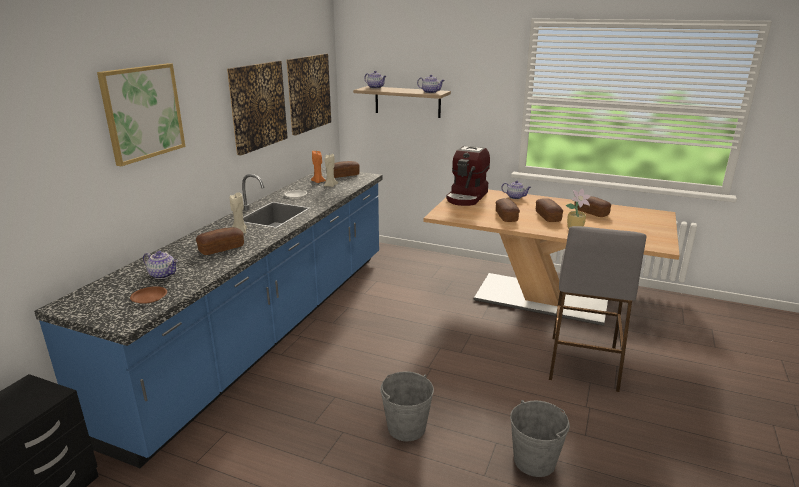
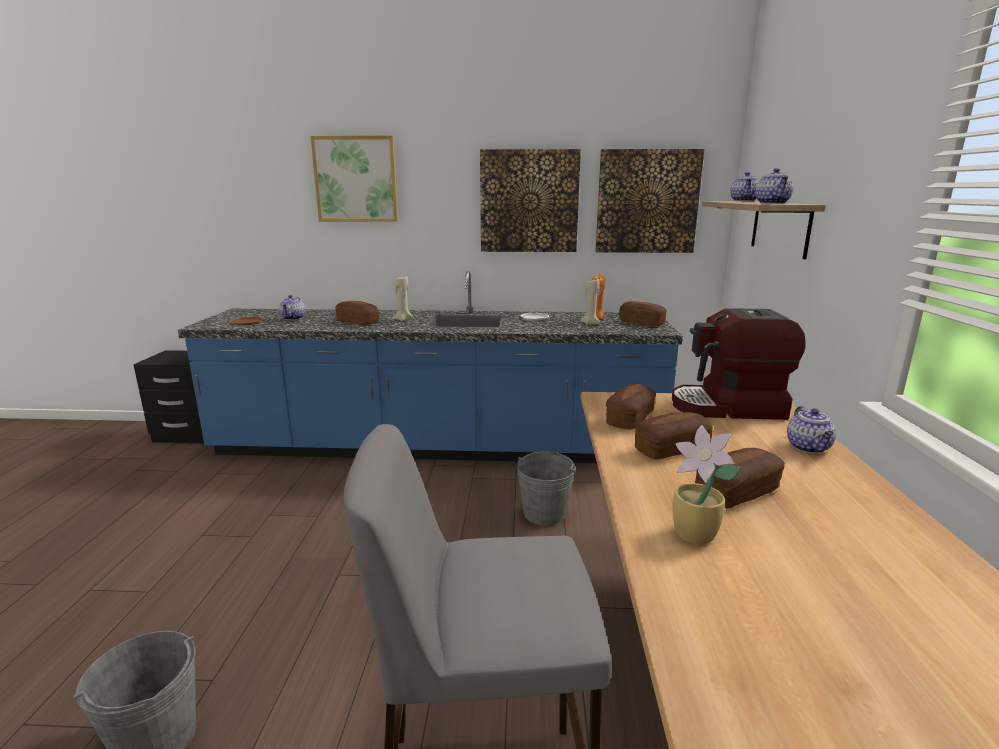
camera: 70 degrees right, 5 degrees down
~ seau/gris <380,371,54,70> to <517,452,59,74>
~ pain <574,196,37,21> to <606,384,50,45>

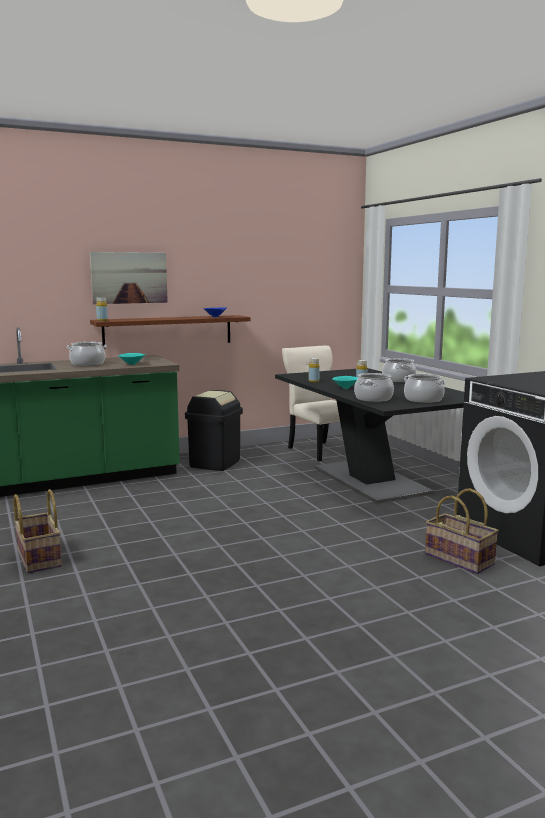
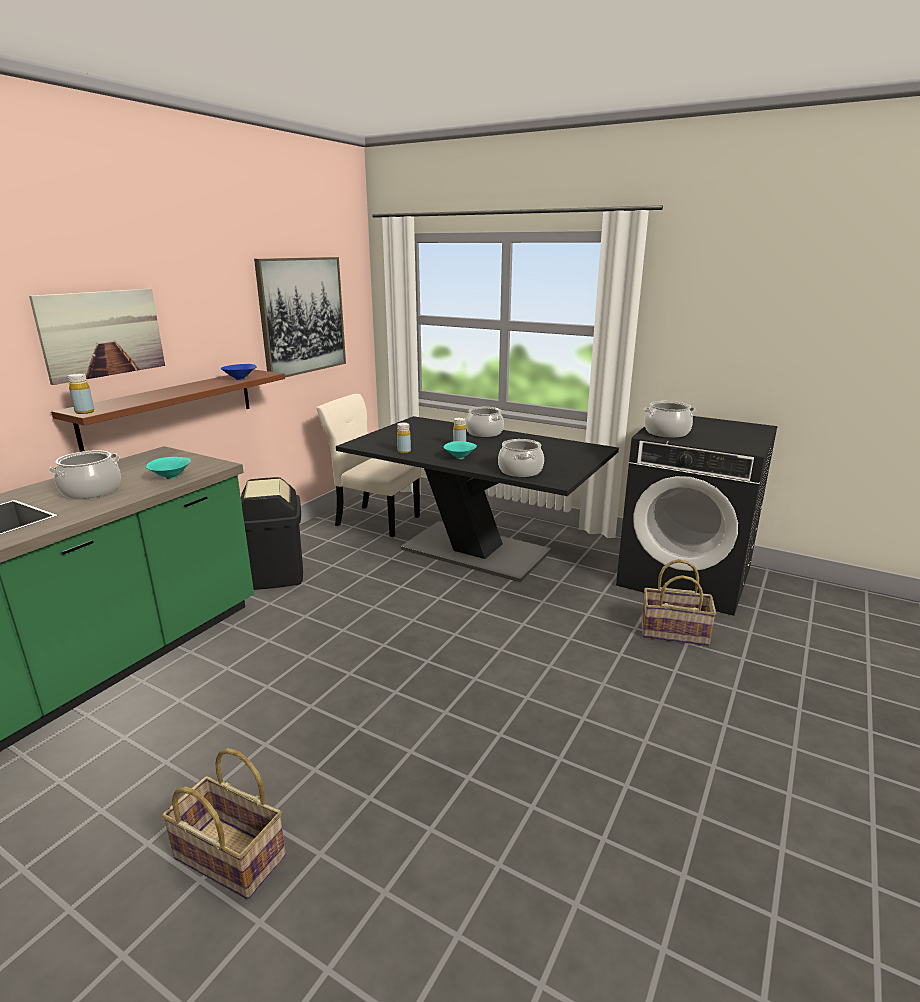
camera: 35 degrees left, 10 degrees up
+ tableau <254,257,92,121>
~ marmite <404,374,42,29> to <643,401,53,37>

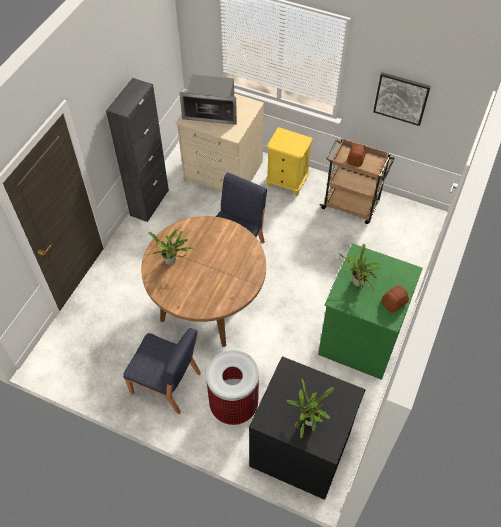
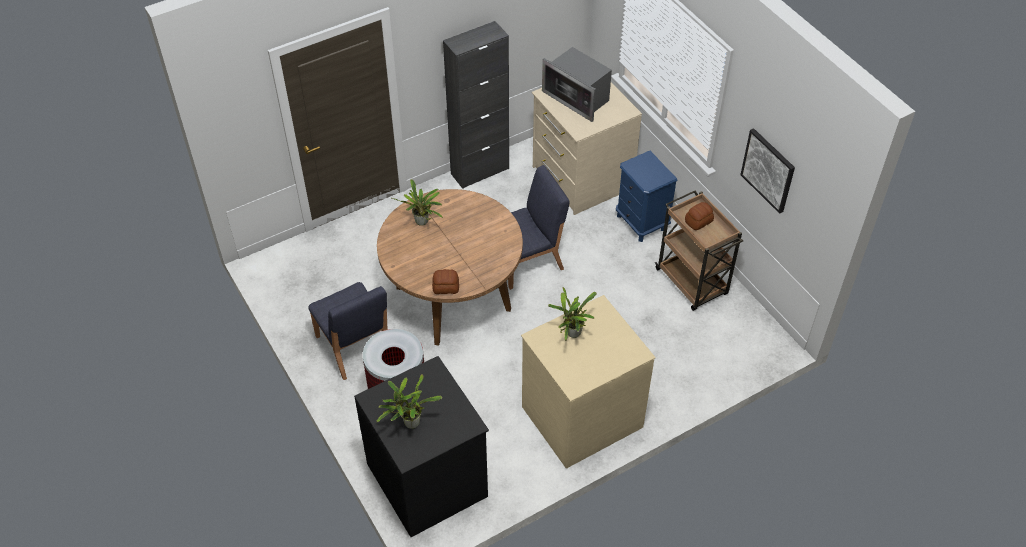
camera: 35 degrees right, 5 degrees down
~ pain <381,286,28,26> to <432,269,27,25>
~ commode/vert <318,243,105,137> to commode/beige <521,295,134,173>
~ table de chevet/jaune <266,127,47,69> to table de chevet/bleu <616,151,62,91>

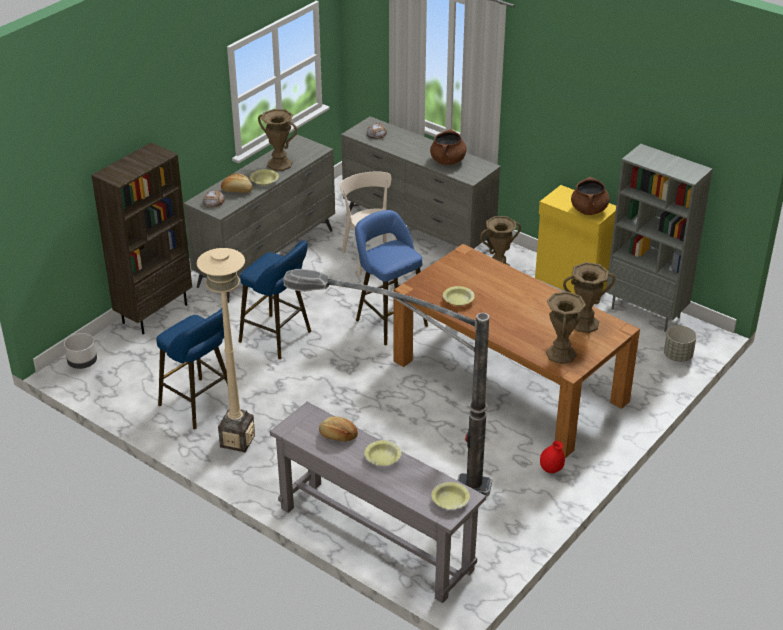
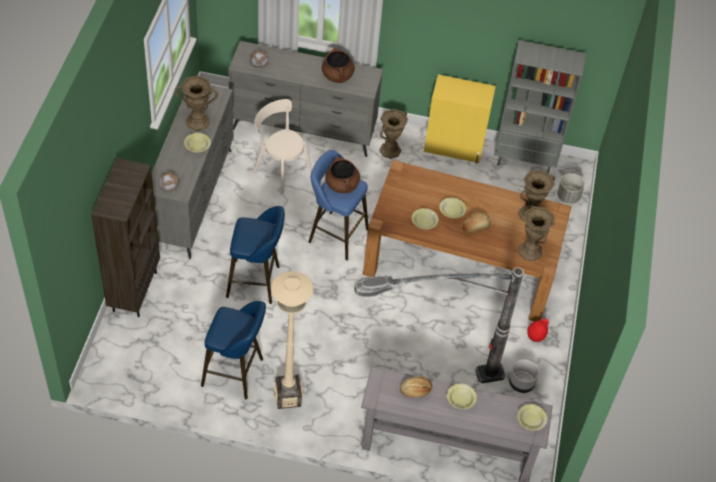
camera: 30 degrees left, 15 degrees up
~ marmite/marron <571,177,39,38> to <325,157,35,36>
+ bol/jaune <439,197,27,21>
~ pain <221,174,32,19> to <462,213,29,20>
~ cache-pot/gris <64,333,33,36> to <509,359,30,34>

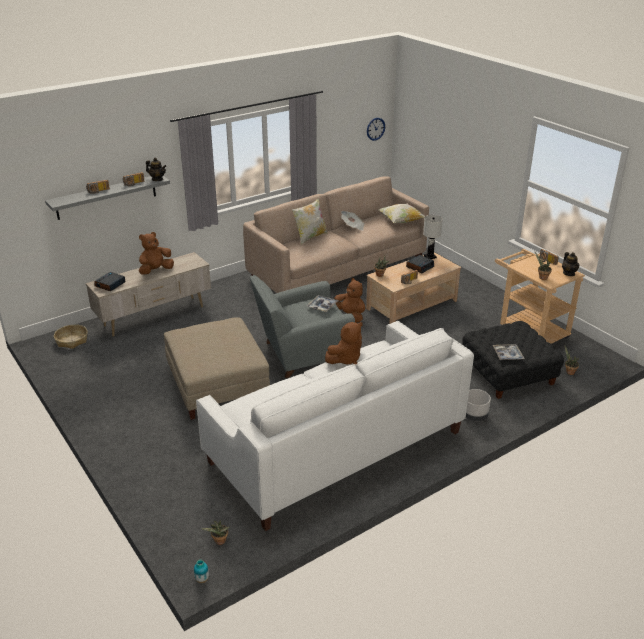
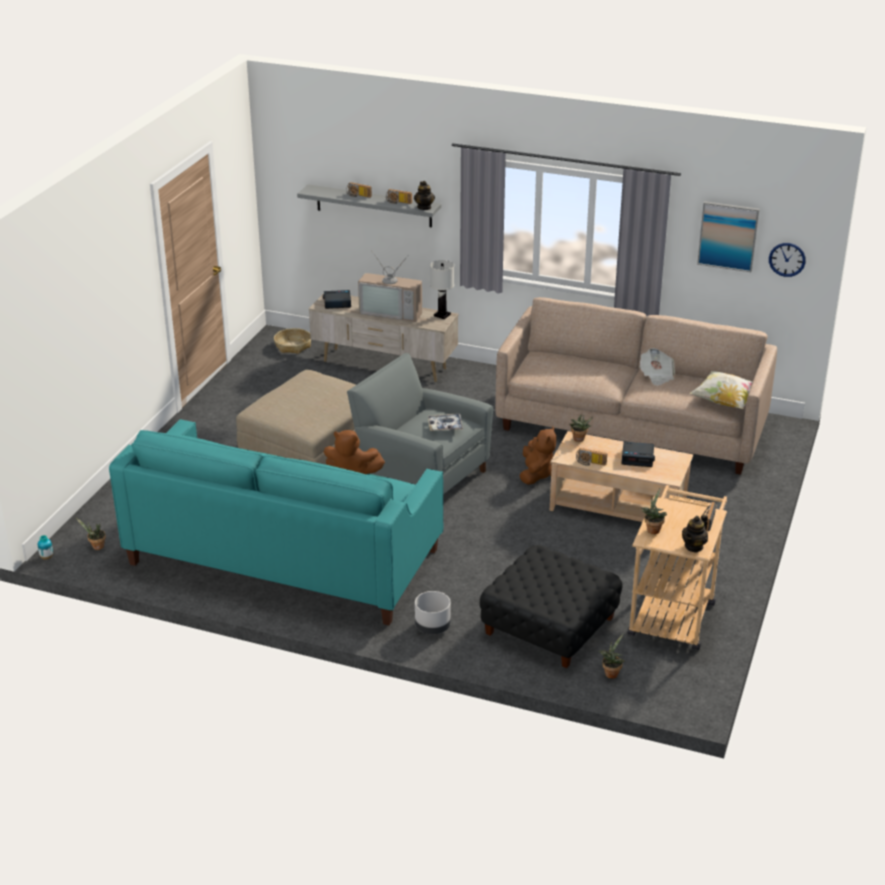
camera: 55 degrees right, 0 degrees up
~ canapé/blanc <196,321,278,210> to canapé/turquoise <109,419,334,206>
~ peluche/marron <139,232,35,43> to téléviseur <358,250,64,72>
~ lampe de table/blanc <423,215,20,44> to <430,260,24,59>
+ tableau <697,201,62,71>
- coussin <292,198,36,47>
- plateau <493,344,32,16>

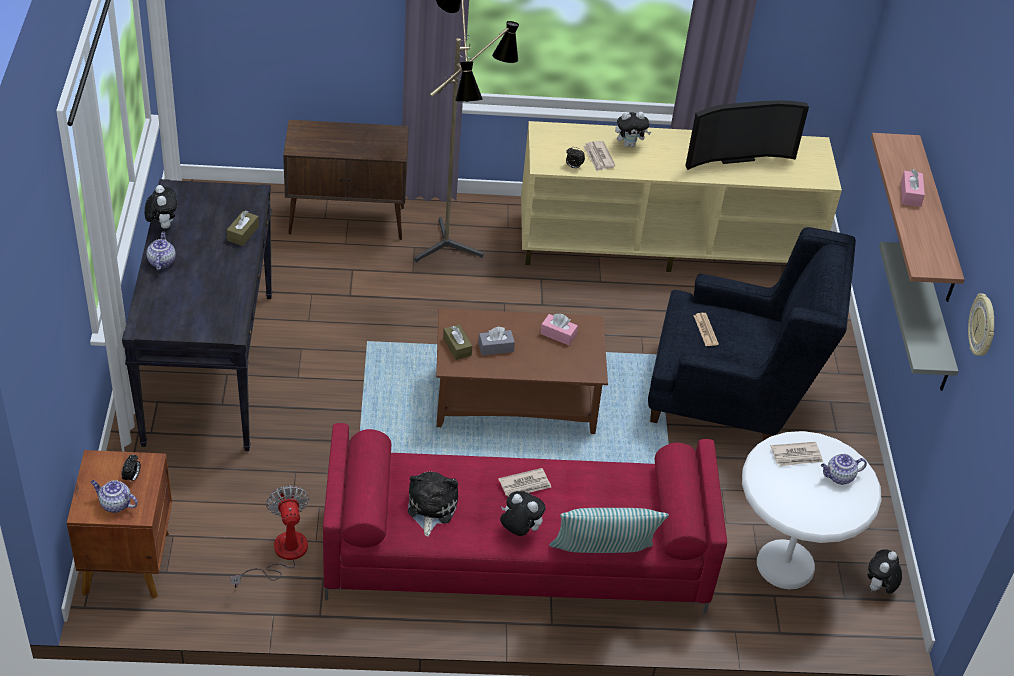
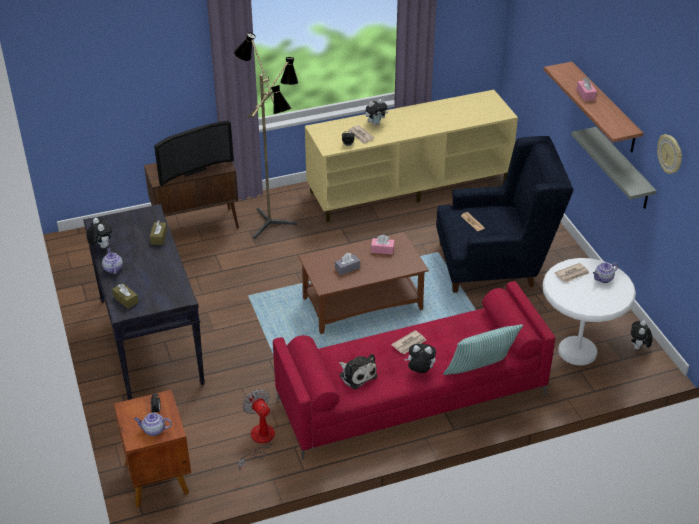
camera: 15 degrees left, 5 degrees down
~ boîte à mouchoirs/marron <443,324,29,36> to <112,283,27,26>
~ téléviseur <685,101,124,69> to <154,121,80,65>
~ peluche <408,471,50,66> = <339,354,39,35> 150 degrees clockwise

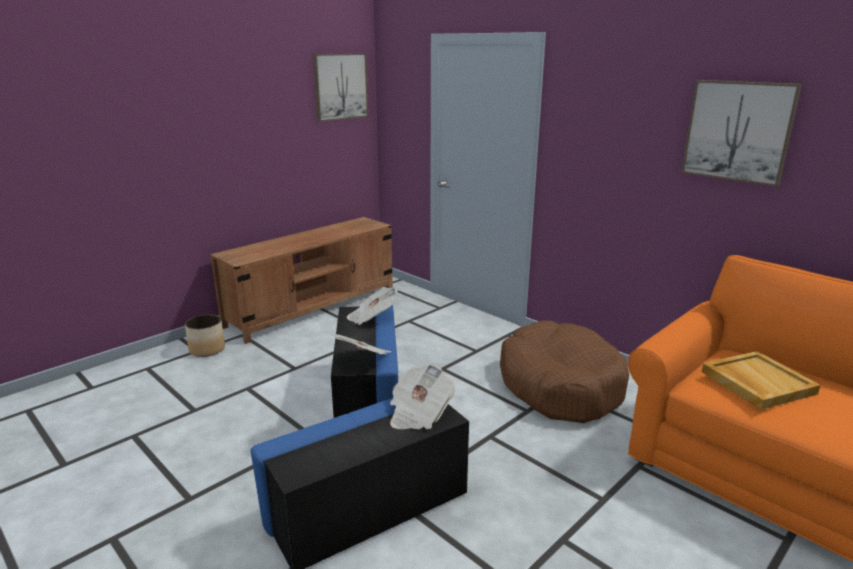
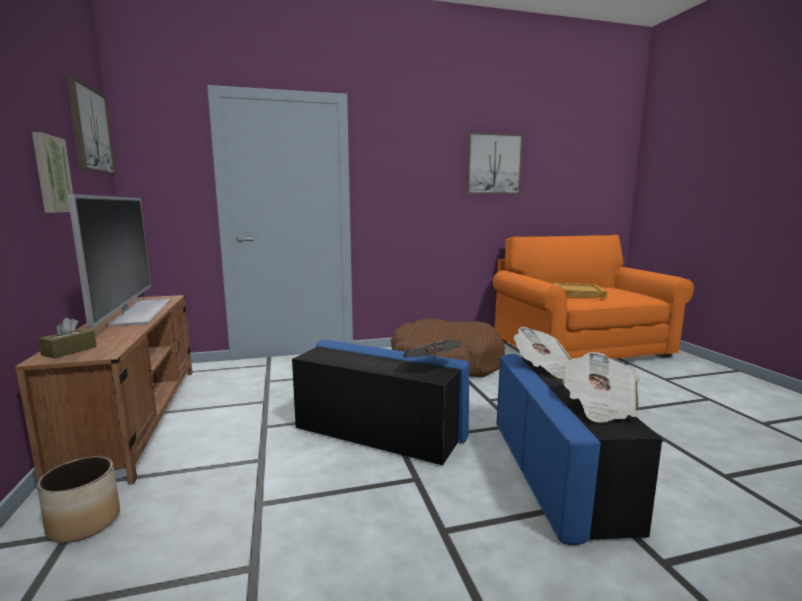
camera: 60 degrees left, 10 degrees down
+ tableau <32,132,41,81>
+ boîte à mouchoirs/marron <38,318,59,41>
+ téléviseur <68,194,103,134>
~ journal <347,287,51,38> to <562,352,79,70>

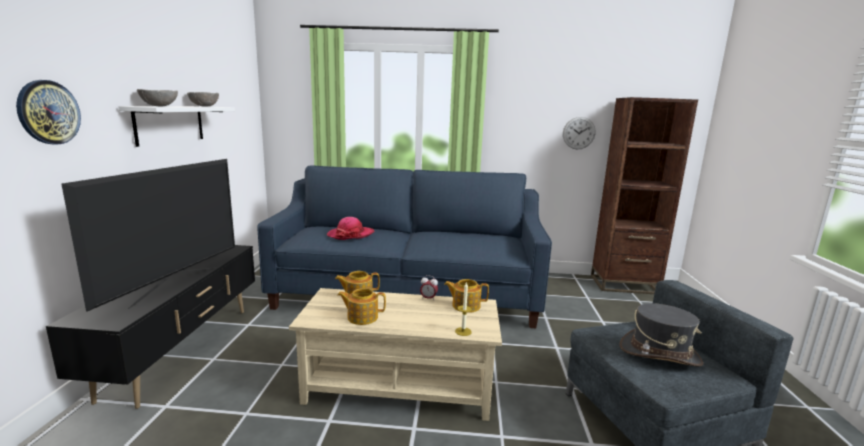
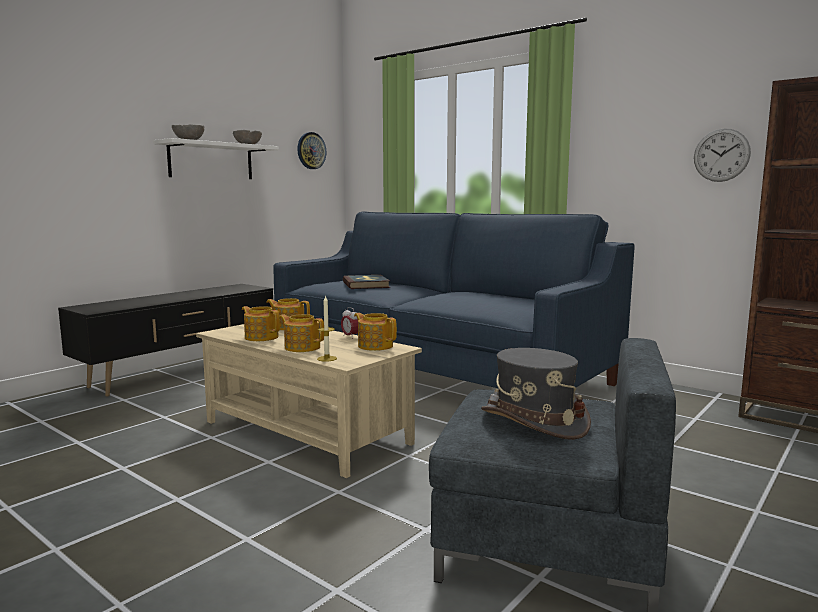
camera: 35 degrees right, 5 degrees down
+ théière <279,314,45,38>
~ horloge murale <16,80,65,65> to <297,132,29,37>
~ chapeau <327,217,47,23> to livre <343,275,47,14>
- téléviseur <61,159,174,153>

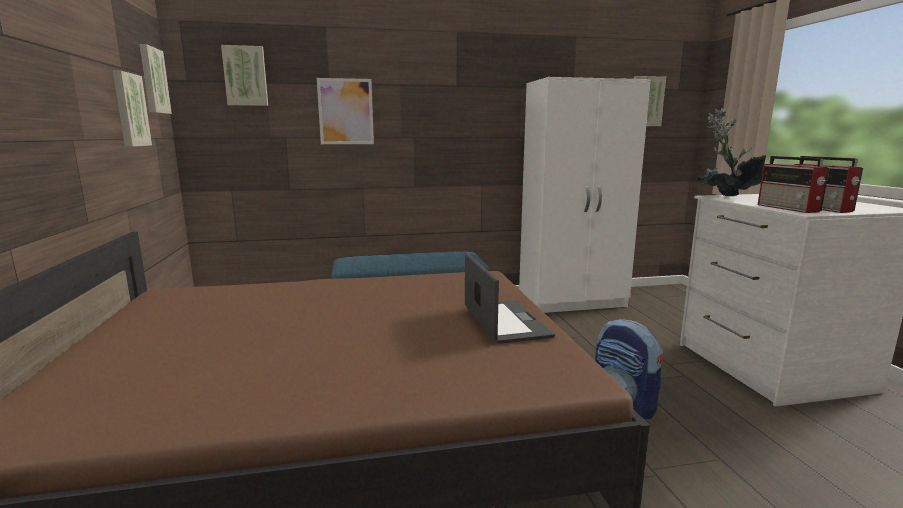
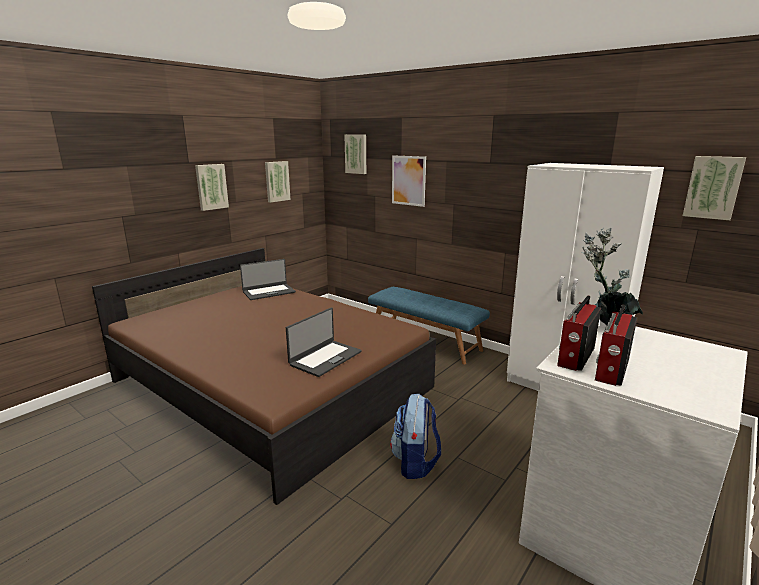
camera: 50 degrees right, 5 degrees up
~ tableau <140,44,32,70> to <195,164,34,47>
+ ordinateur portable <240,259,56,41>

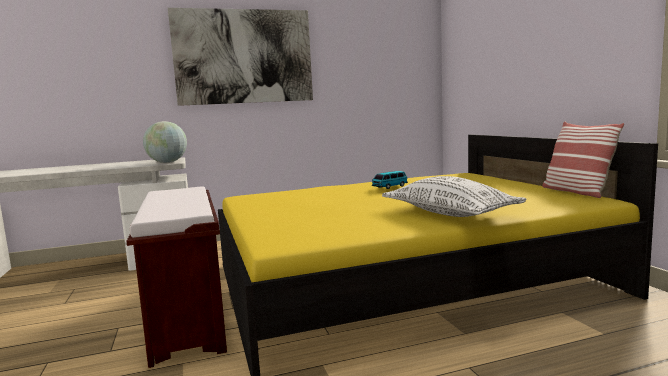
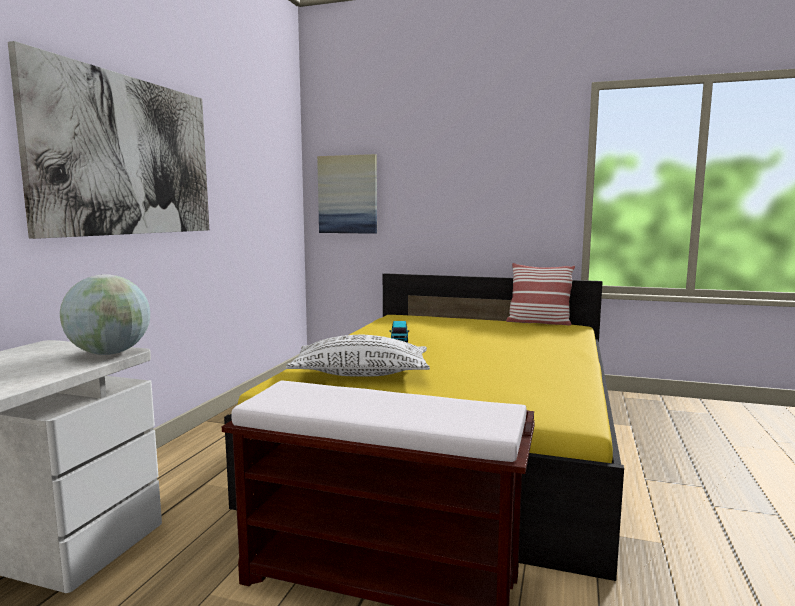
camera: 55 degrees left, 0 degrees up
~ coussin/blanc <382,176,145,41> to <286,335,144,42>
+ tableau <317,154,60,80>

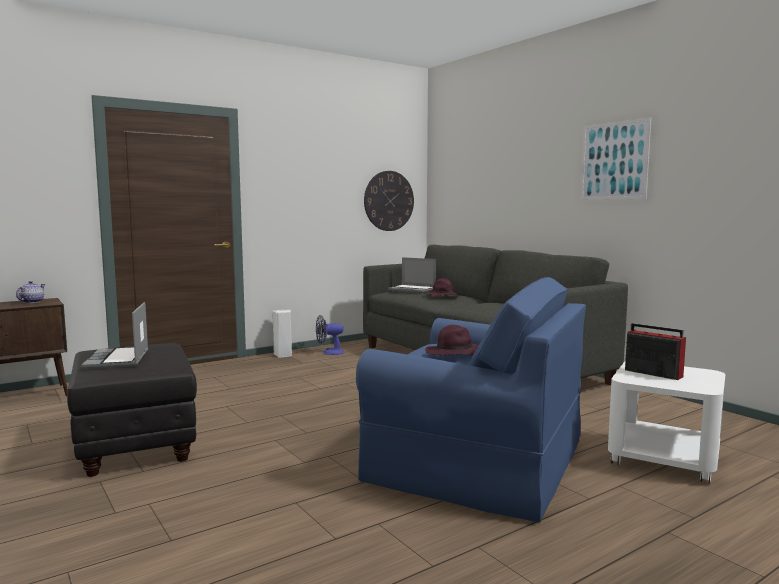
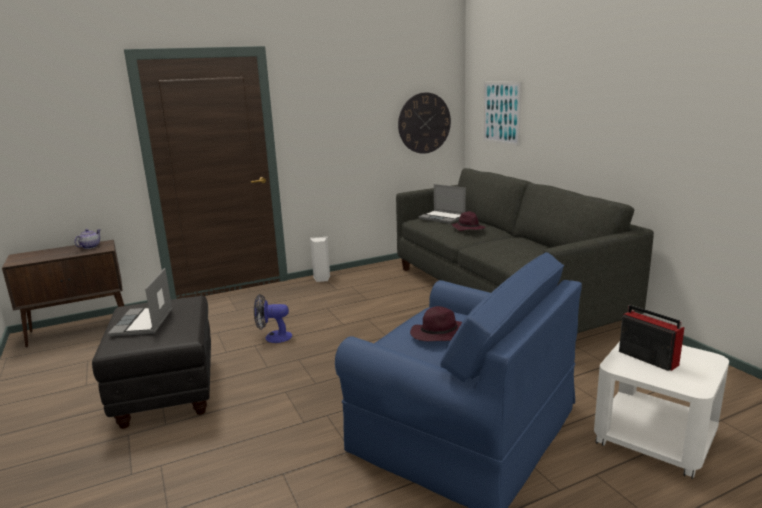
camera: 10 degrees right, 10 degrees up
~ ventilateur <316,315,29,40> to <254,294,38,49>
~ tableau <580,117,71,83> to <483,82,39,64>

